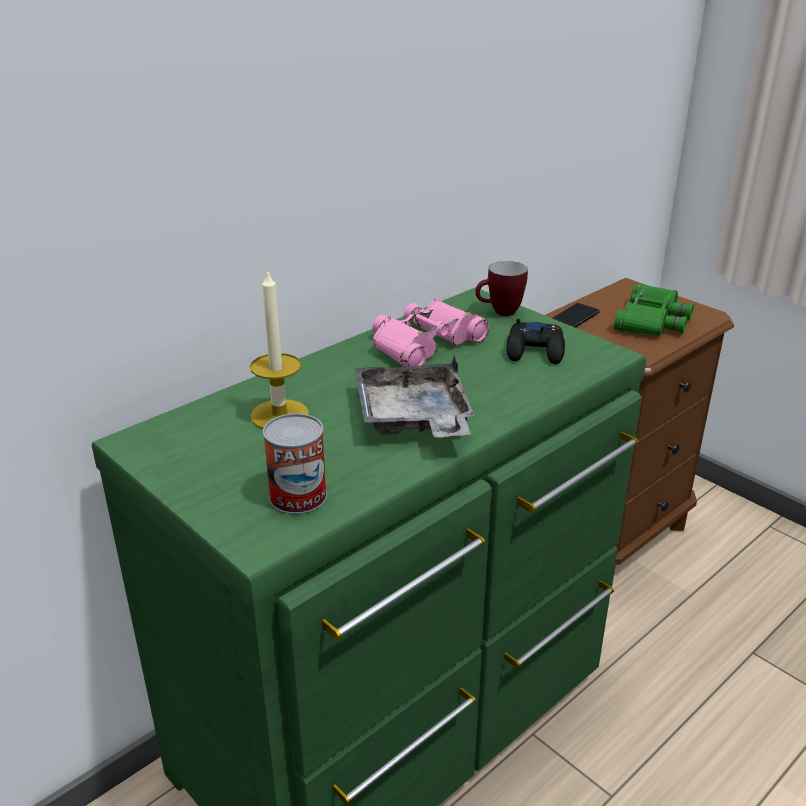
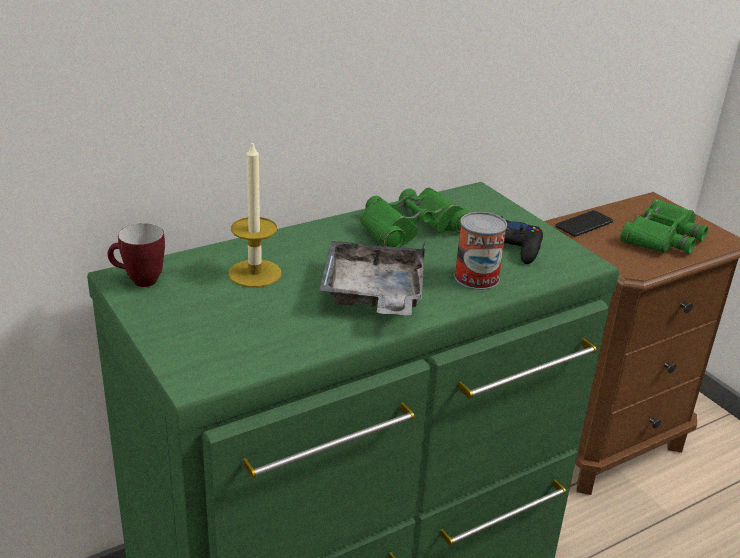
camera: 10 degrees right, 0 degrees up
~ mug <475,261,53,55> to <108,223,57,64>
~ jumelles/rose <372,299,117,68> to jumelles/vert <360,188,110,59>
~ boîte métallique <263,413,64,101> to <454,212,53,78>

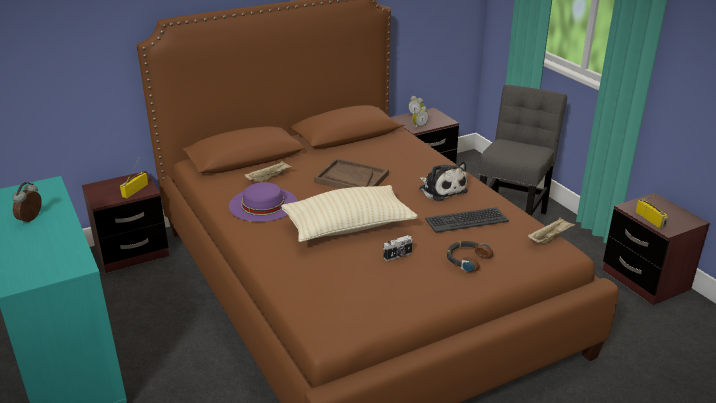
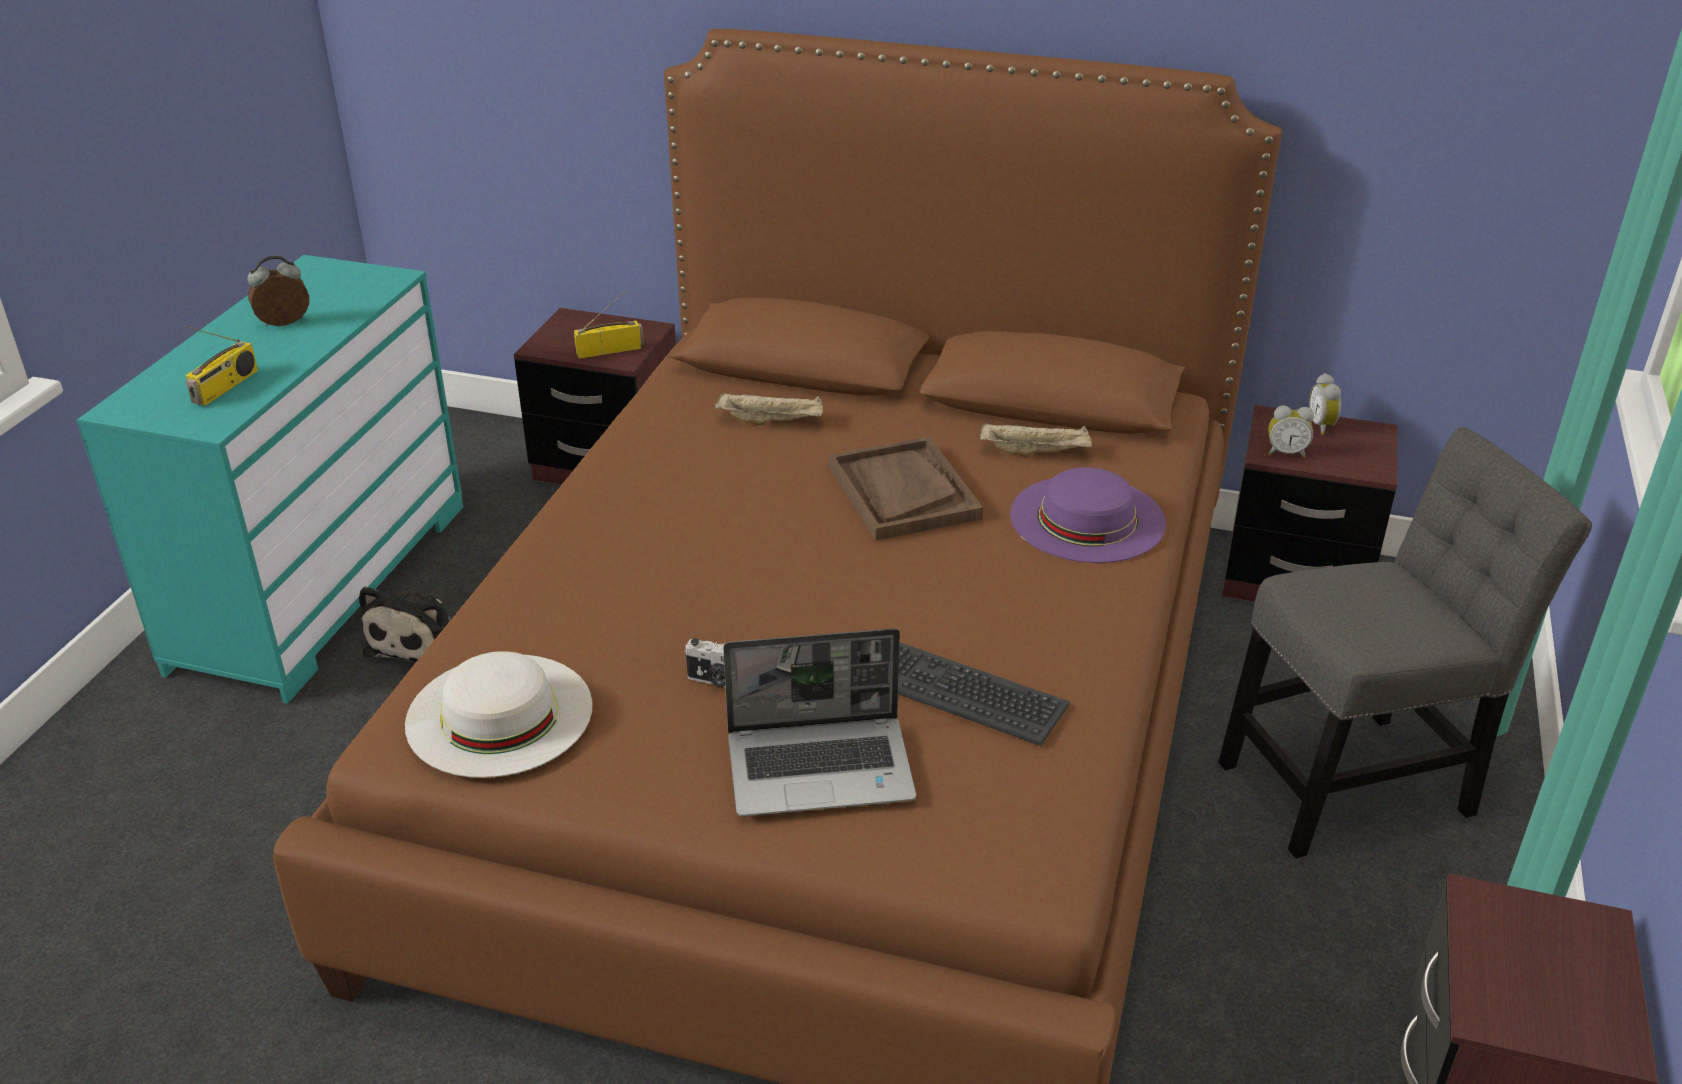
camera: 45 degrees right, 5 degrees up
~ radio <636,195,32,33> to <184,326,74,80>
~ peluche <419,161,49,40> to <359,586,92,77>
+ chapeau/blanc <405,651,188,127>
~ casque audio <447,241,46,31> to ordinateur portable <723,628,193,188>
~ plateau/beige <528,217,48,27> to <981,423,111,34>
~ chapeau/violet <229,182,69,40> to <1010,467,156,96>
- coussin/beige <281,185,137,57>

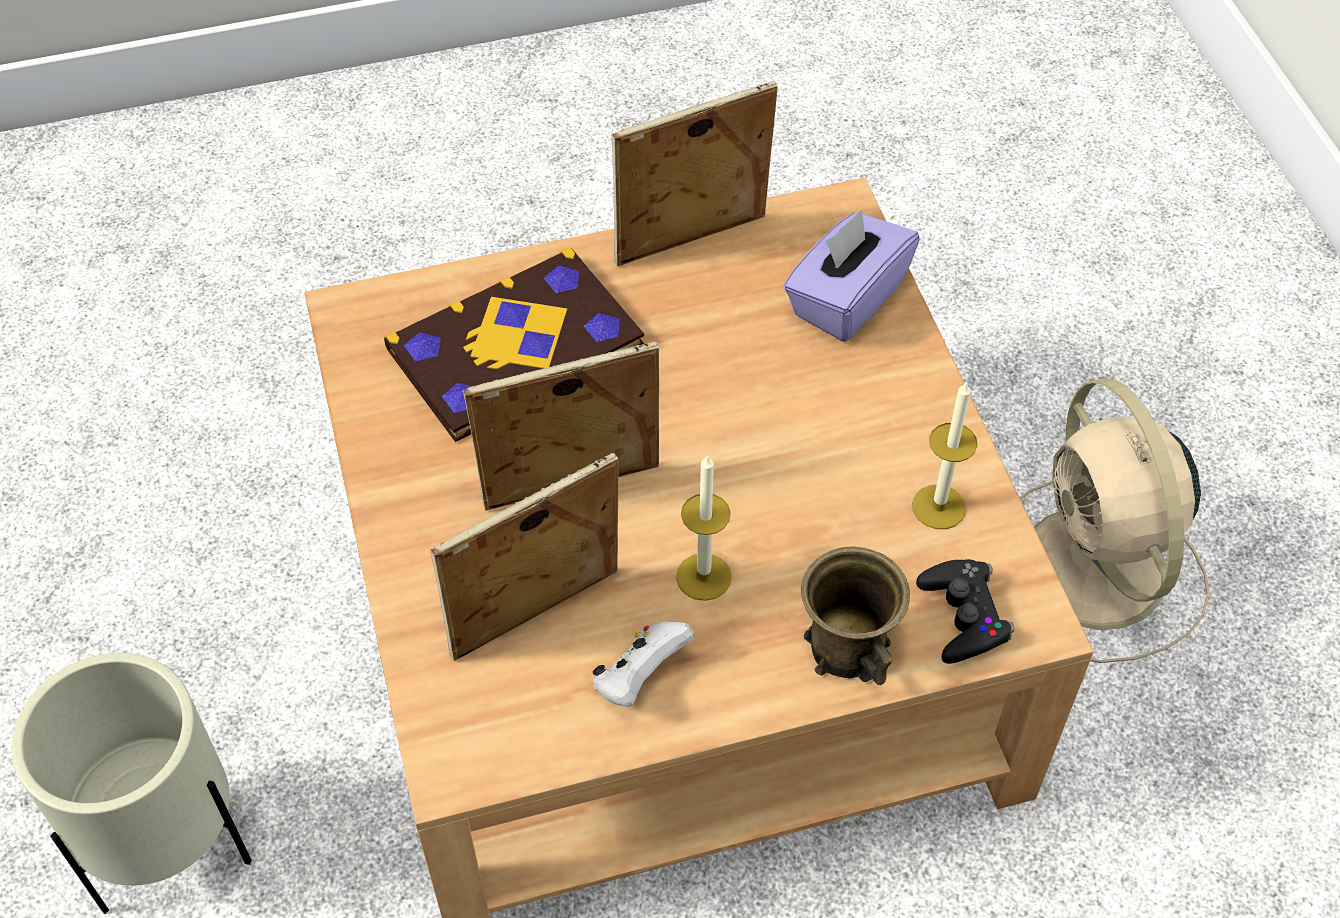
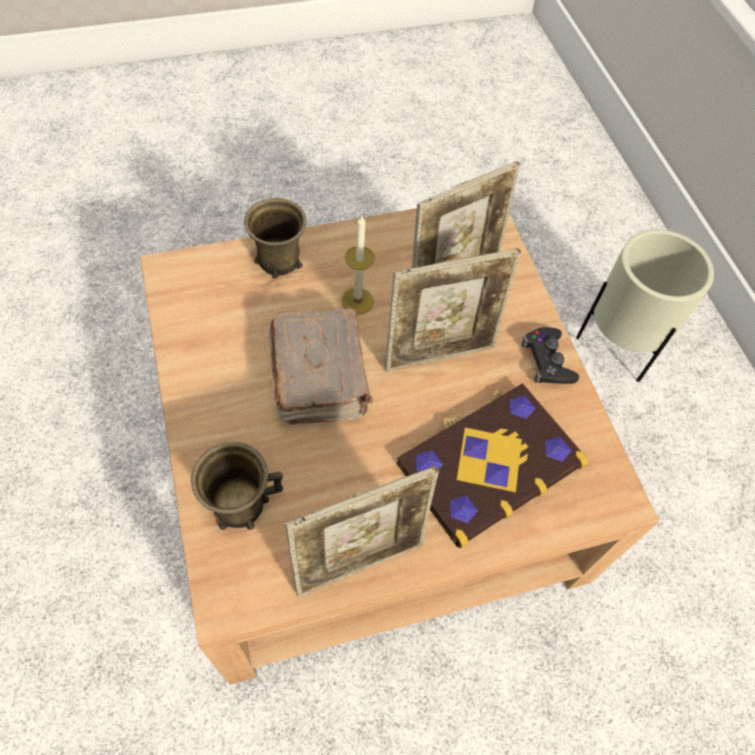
camera: 175 degrees right, 5 degrees up
~ boîte à mouchoirs/violet <783,209,137,133> to mug/marron <191,442,92,88>
+ livre/marron <269,307,103,117>
~ manette/noir <916,559,98,105> to <521,327,58,57>
- manette/blanc <593,621,101,86>
- bougie <912,381,66,148>
- ventilateur/beige <1020,378,190,285>

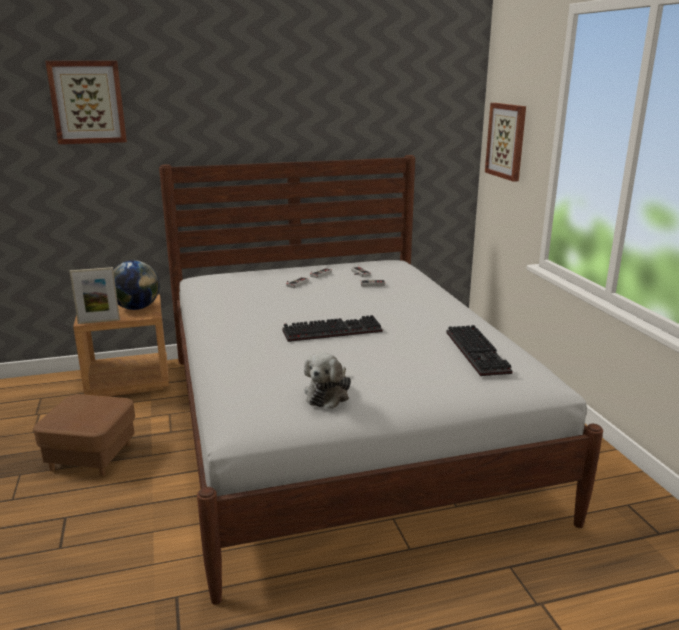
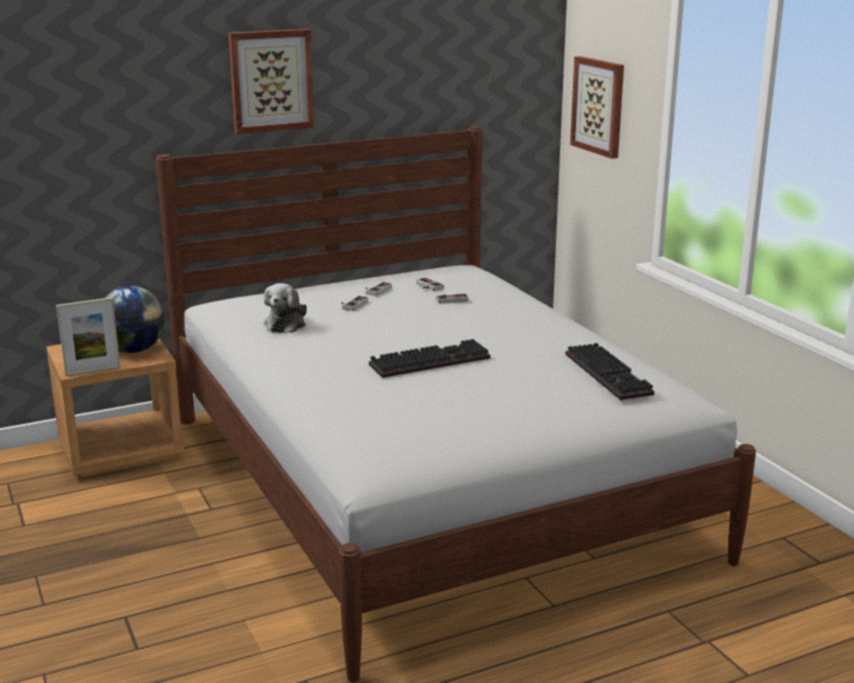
camera: 10 degrees left, 0 degrees up
~ tableau <45,61,82,83> to <228,29,86,105>
~ peluche <304,353,47,56> to <264,283,43,50>
- pouf/marron <33,394,102,82>

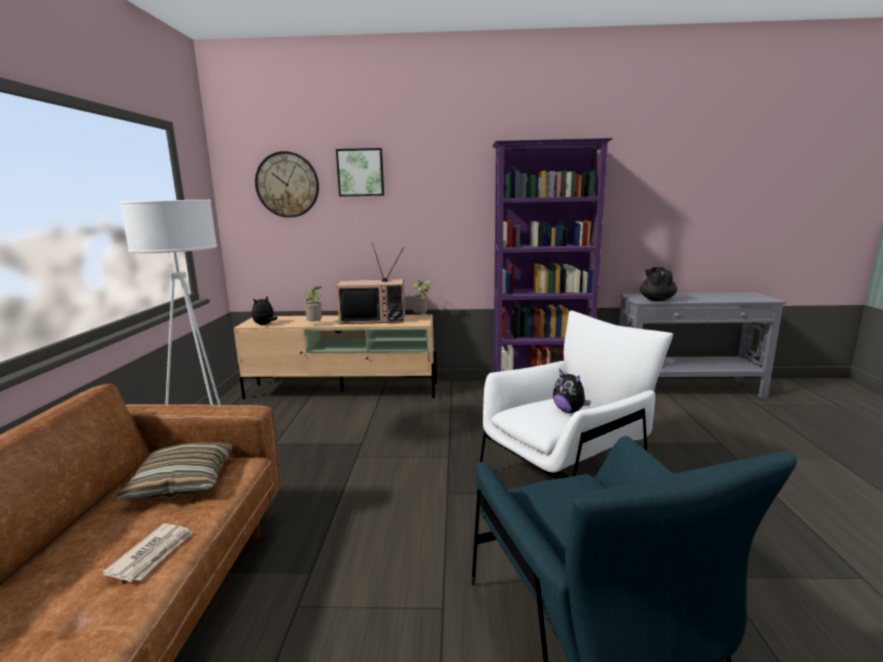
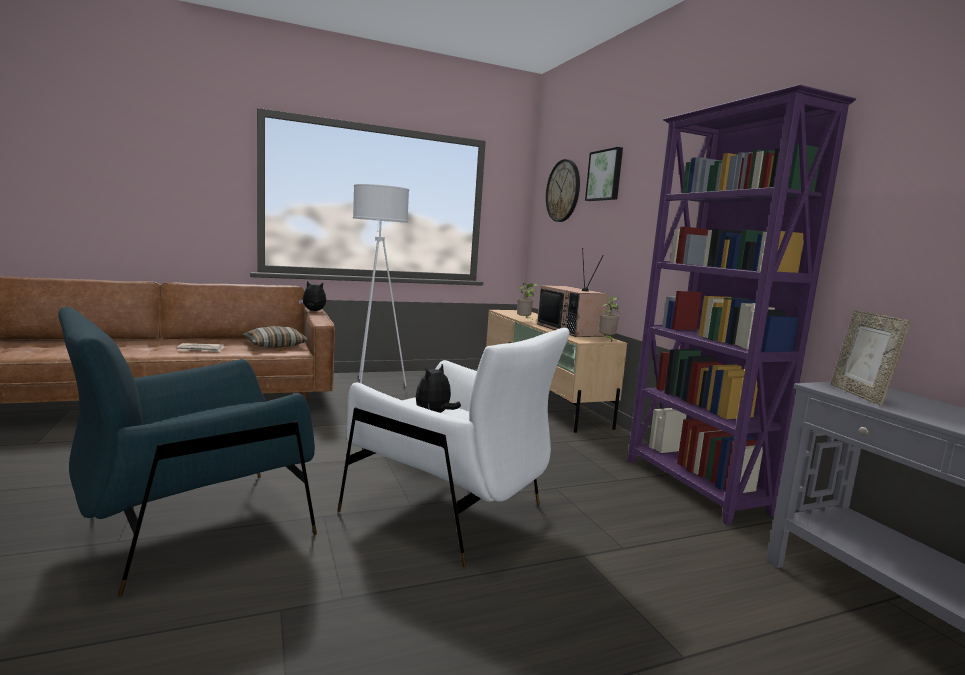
camera: 65 degrees right, 5 degrees down
~ peluche <252,296,26,29> to <299,281,27,30>
~ théière/noir <640,267,37,34> to cadre photo <831,310,80,96>

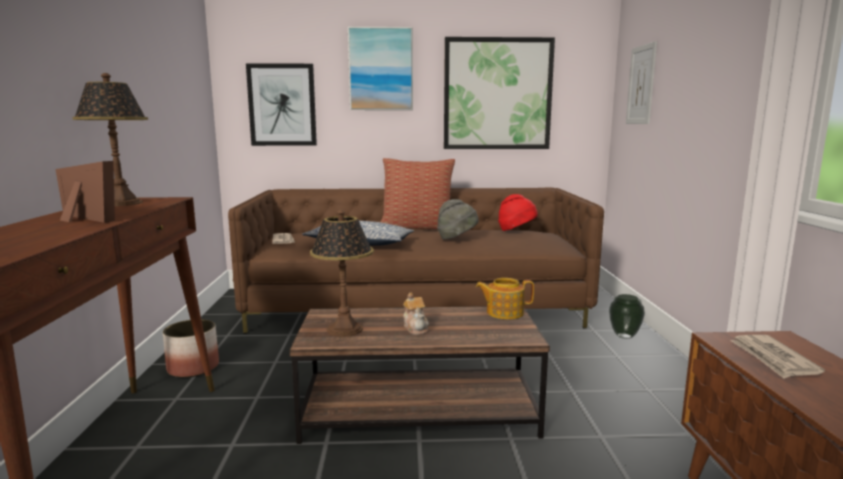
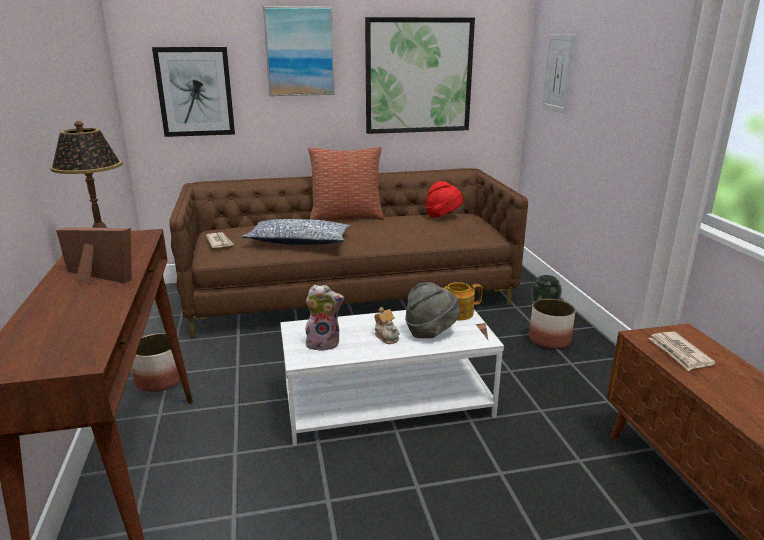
camera: 10 degrees left, 10 degrees up
~ table basse/marron <290,306,260,138> to table basse/blanc <280,309,224,137>
~ lampe de table <310,210,64,127> to peluche <305,285,39,66>
~ chapeau/gris <437,199,41,40> to <405,282,55,56>
+ cache-pot <529,299,47,50>

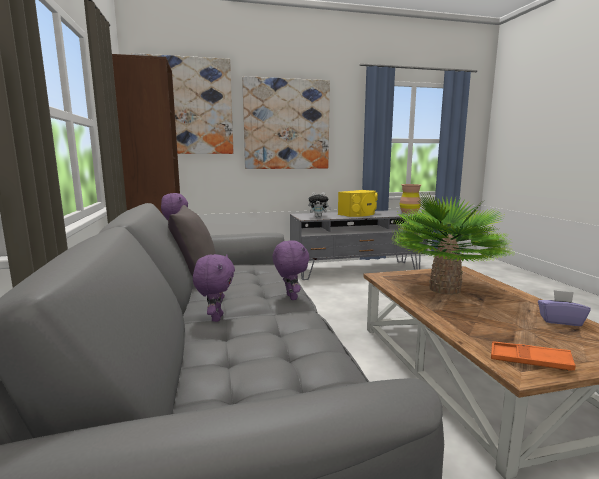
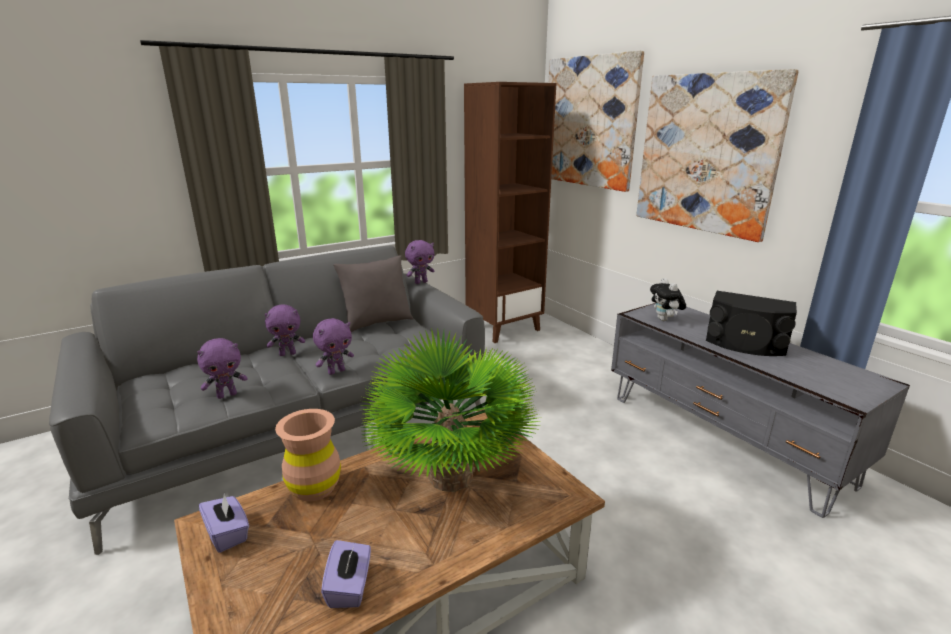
camera: 70 degrees right, 10 degrees up
+ peluche/violet <197,338,51,61>
~ plateau/orange <491,341,85,30> to boîte à mouchoirs/violet <199,492,50,61>
~ vase/marron <400,184,21,30> to <275,409,66,93>
~ enceinte/jaune <338,190,40,27> to enceinte/noir <706,291,91,65>

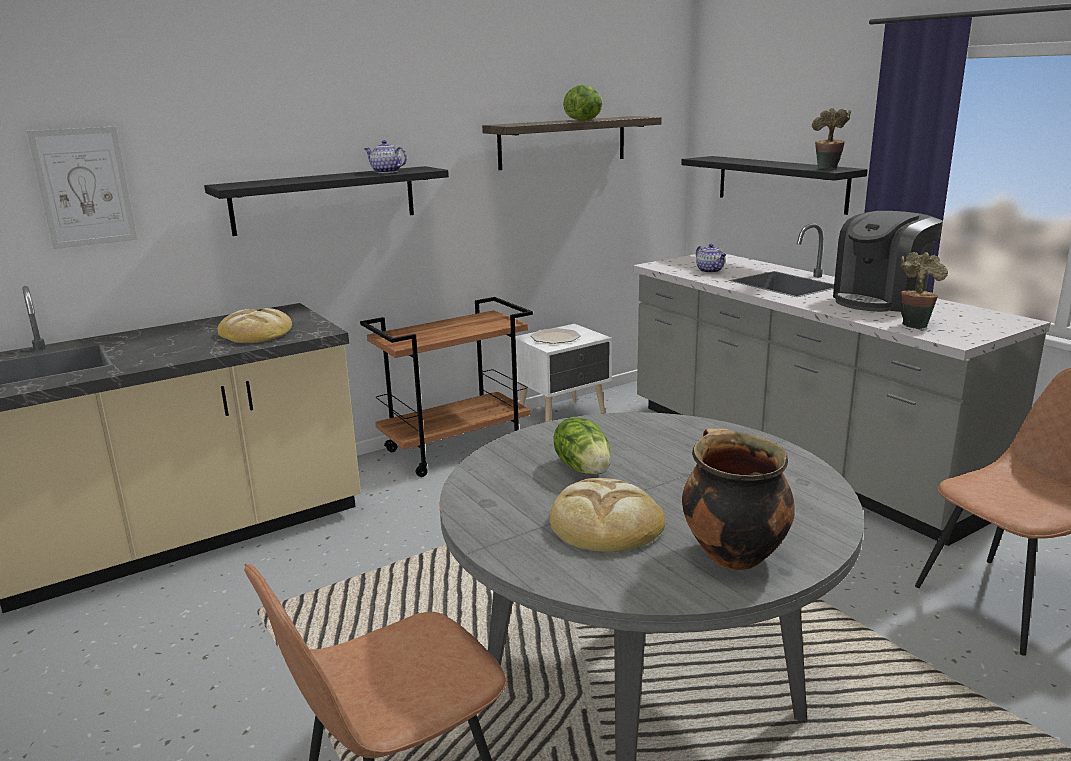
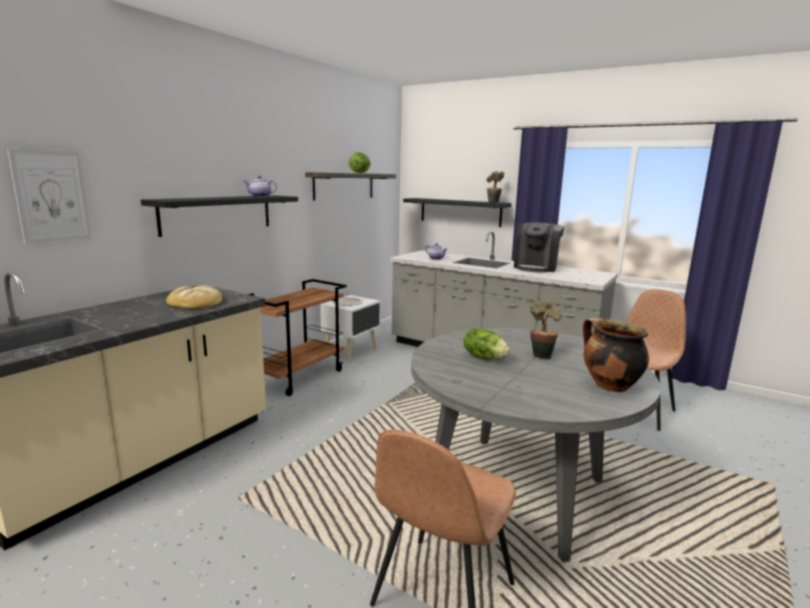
camera: 25 degrees left, 5 degrees down
~ plante en pot <900,252,48,77> to <530,300,32,60>
- pain <550,478,115,74>

